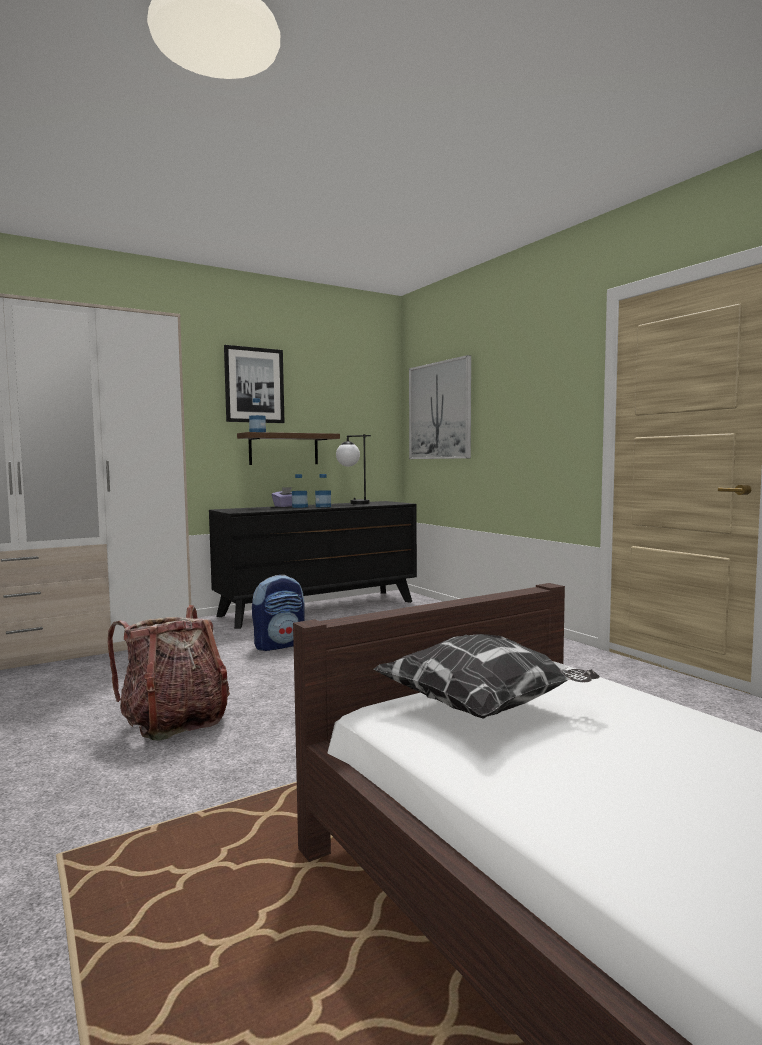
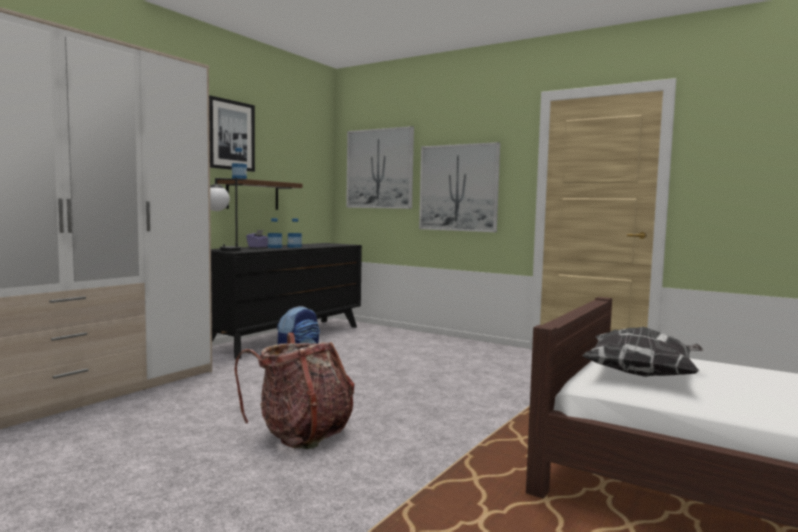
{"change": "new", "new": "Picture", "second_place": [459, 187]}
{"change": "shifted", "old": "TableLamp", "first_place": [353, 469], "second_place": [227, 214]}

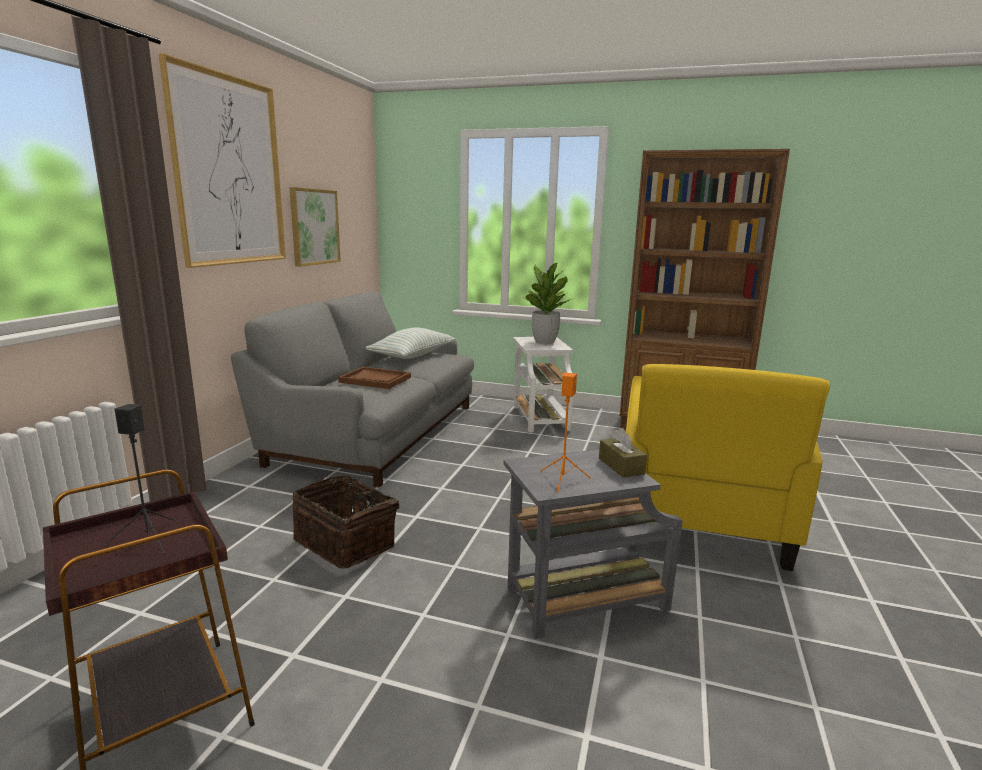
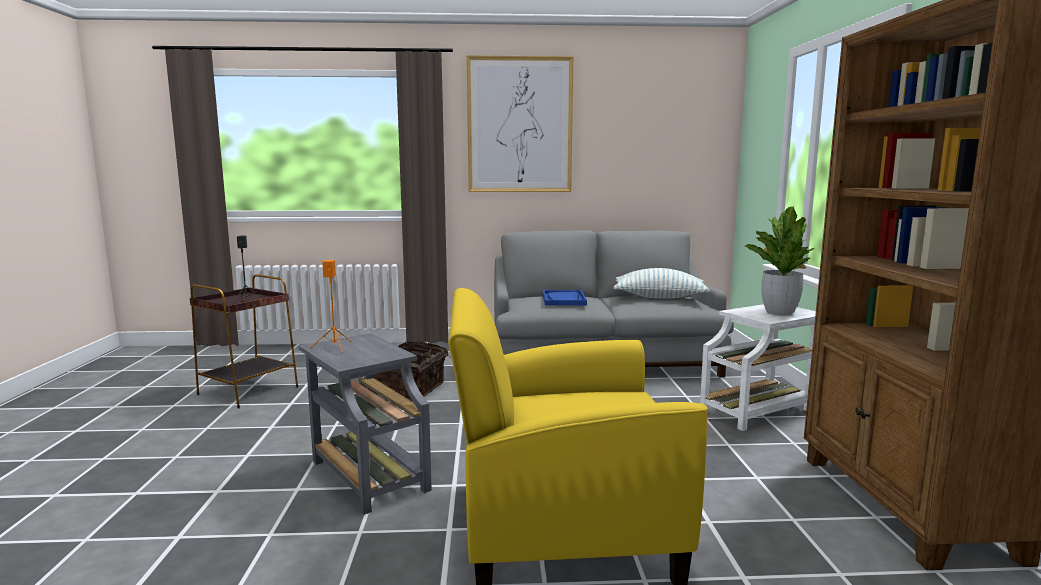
{"change": "gone", "old": "Picture", "first_place": [315, 227]}
{"change": "gone", "old": "BrownTissueBox", "first_place": [623, 453]}
{"change": "repainted", "old": "BrownTray", "new": "BlueTray", "first_place": [374, 378], "second_place": [565, 298]}

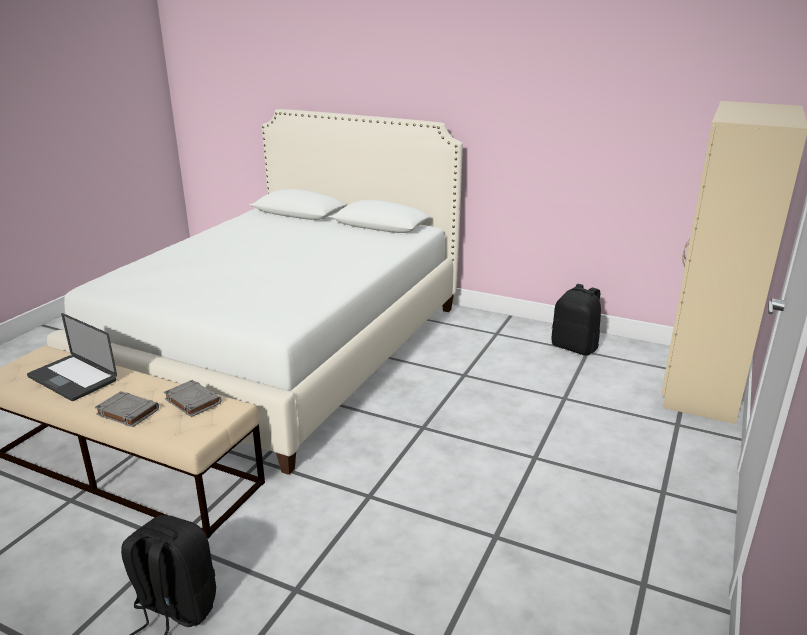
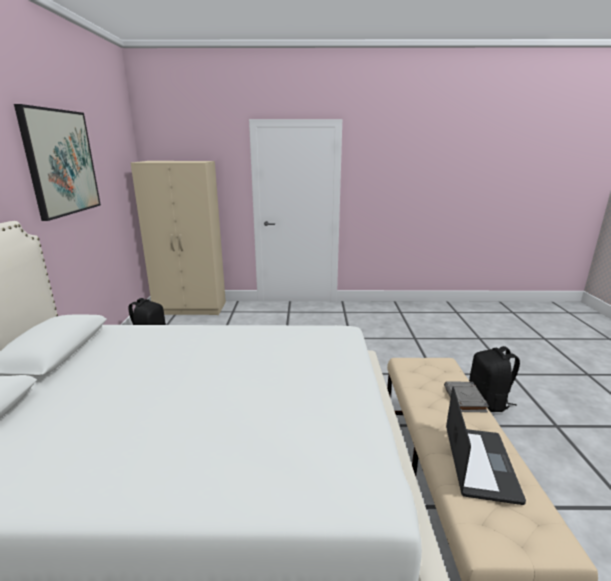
{"change": "gone", "old": "GreyBook", "first_place": [192, 398]}
{"change": "new", "new": "Picture", "second_place": [57, 162]}

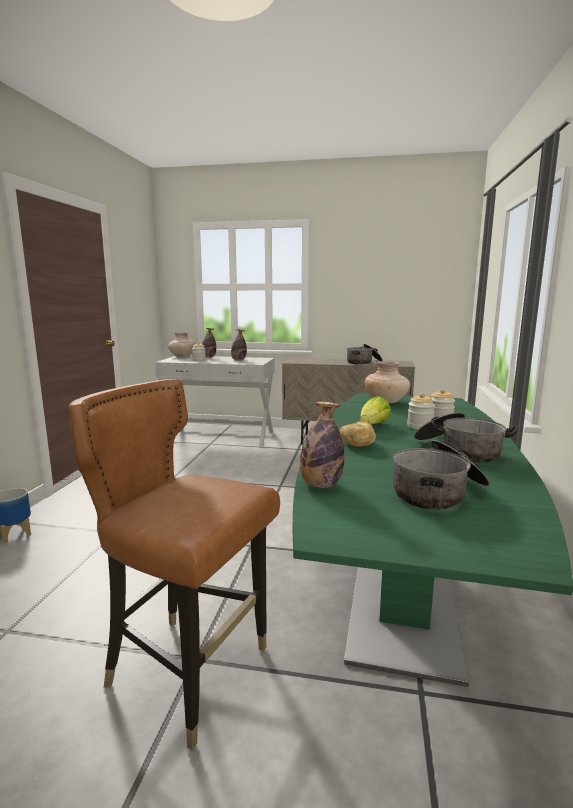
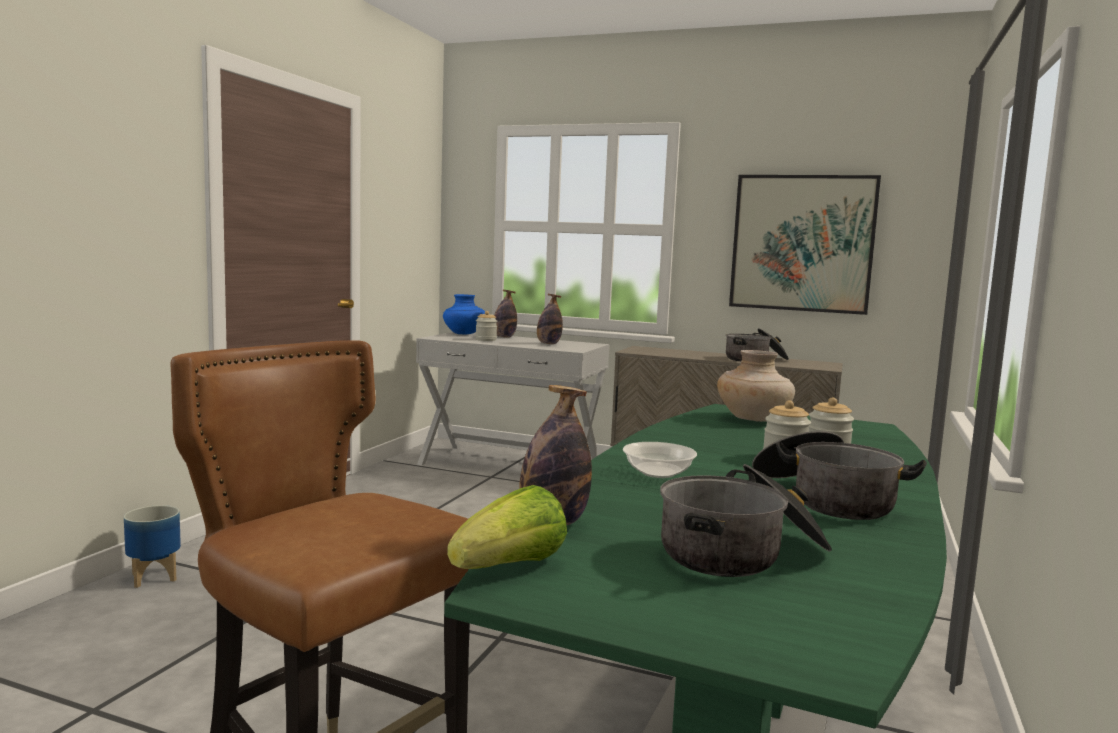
{"change": "new", "new": "Picture", "second_place": [805, 245]}
{"change": "shifted", "old": "Lettuce", "first_place": [375, 410], "second_place": [507, 527]}
{"change": "swapped", "old": "Bread", "new": "Bowl", "first_place": [358, 434], "second_place": [660, 460]}
{"change": "repainted", "old": "BeigeVase", "new": "BlueVase", "first_place": [182, 344], "second_place": [464, 314]}

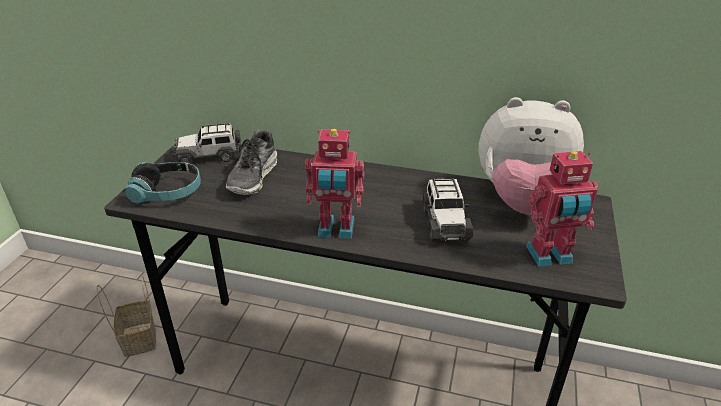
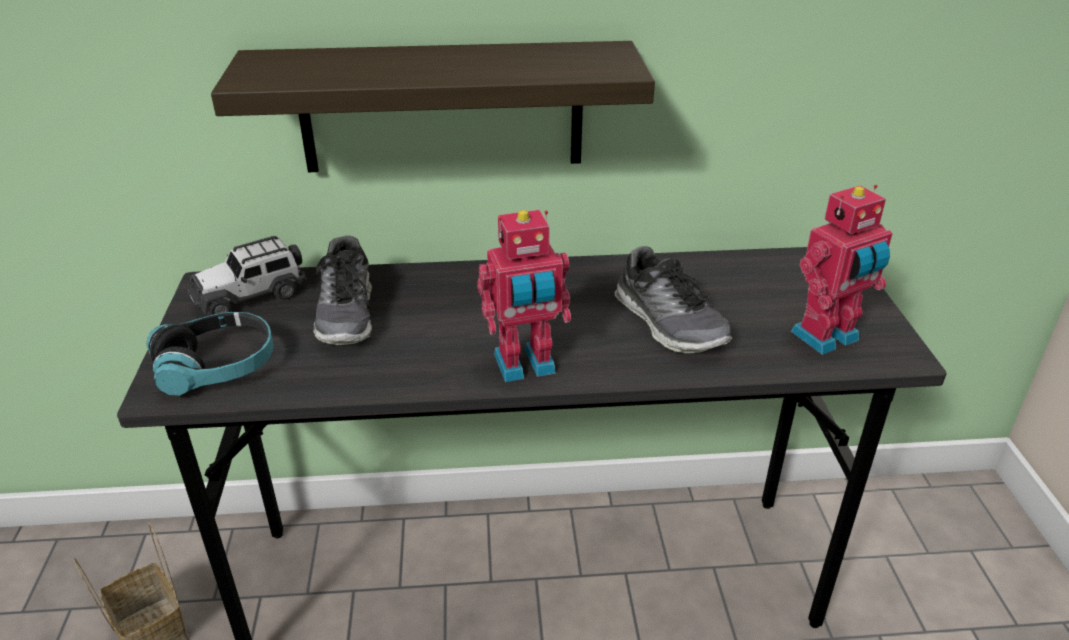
{"change": "gone", "old": "PlushToy", "first_place": [531, 156]}
{"change": "new", "new": "Shelf", "second_place": [433, 106]}
{"change": "swapped", "old": "ToyCar", "new": "Shoe", "first_place": [448, 210], "second_place": [674, 299]}

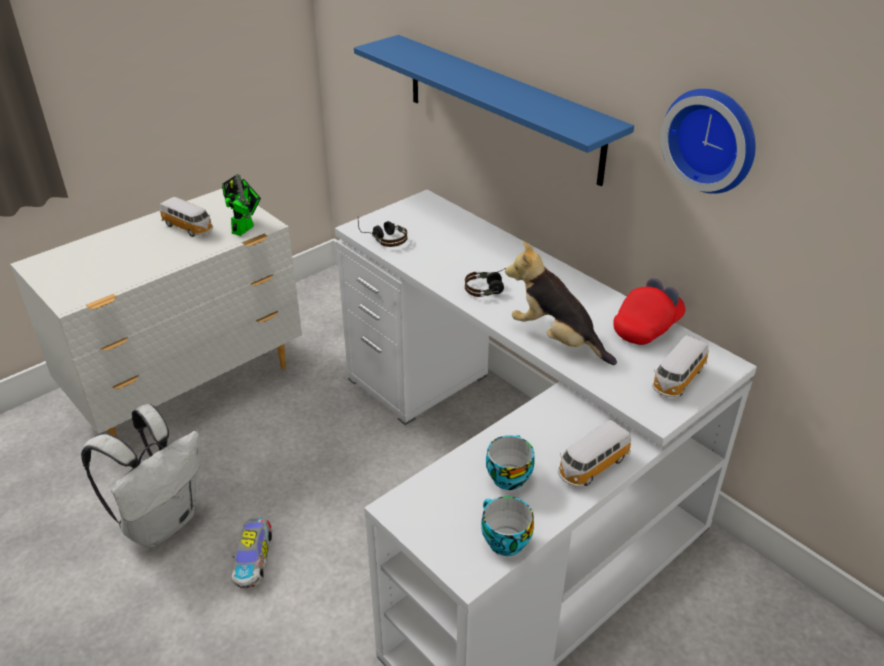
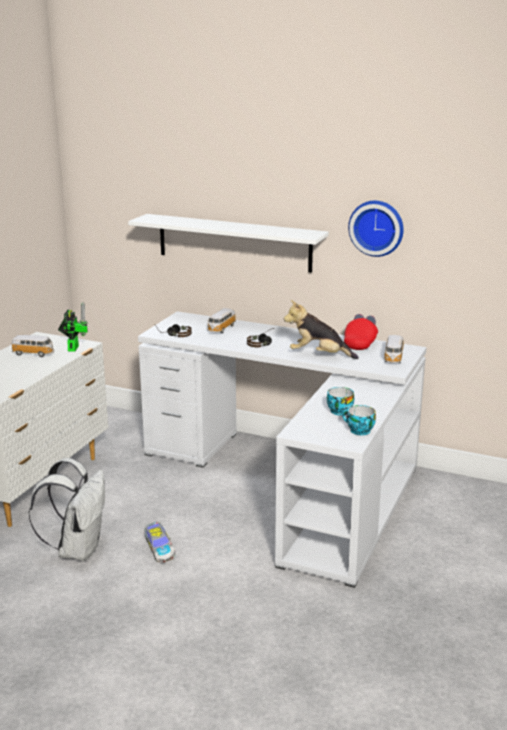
{"change": "shifted", "old": "ToyCar", "first_place": [594, 453], "second_place": [221, 320]}
{"change": "repainted", "old": "BlueShelf", "new": "WhiteShelf", "first_place": [494, 110], "second_place": [228, 243]}

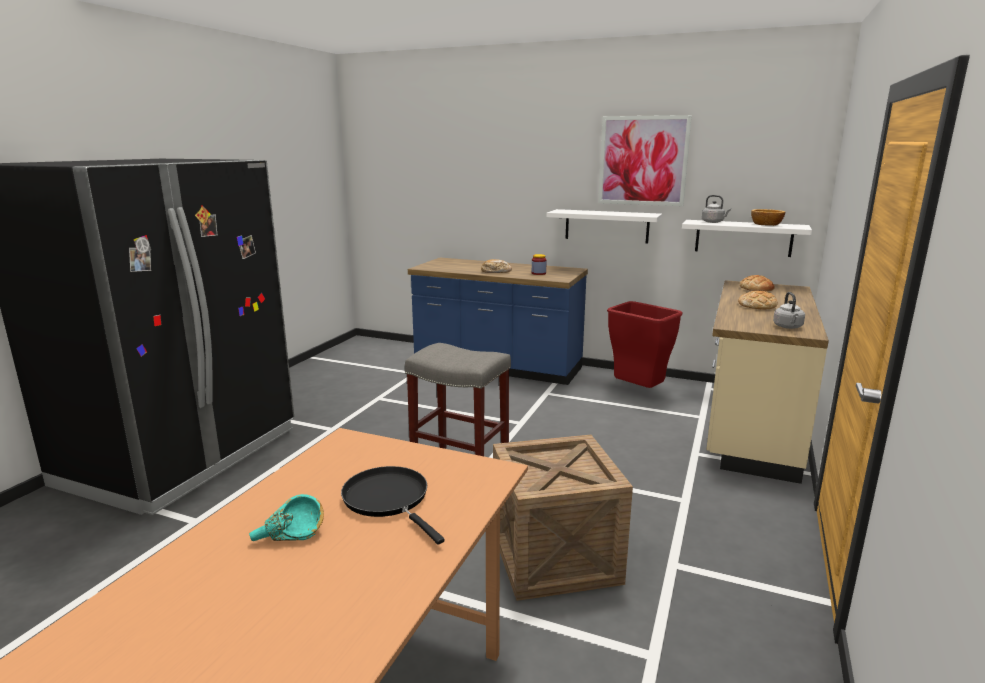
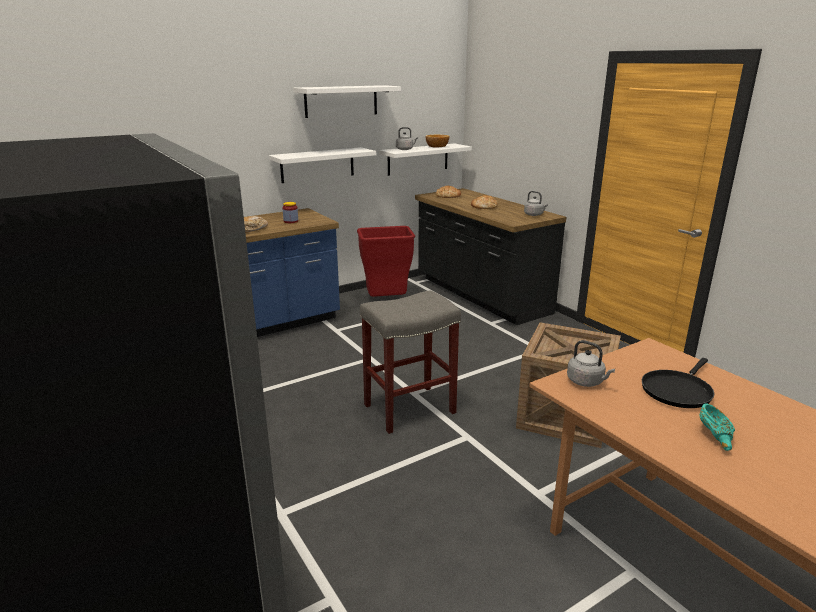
{"change": "new", "new": "GreyKettle", "second_place": [591, 363]}
{"change": "swapped", "old": "Picture", "new": "WhiteShelf", "first_place": [645, 160], "second_place": [347, 101]}
{"change": "repainted", "old": "BeigeCounter", "new": "BlackCounter", "first_place": [767, 382], "second_place": [490, 256]}
{"change": "rotated", "old": "BlackFryingPan", "first_place": [393, 505], "second_place": [678, 383], "degrees": -45}

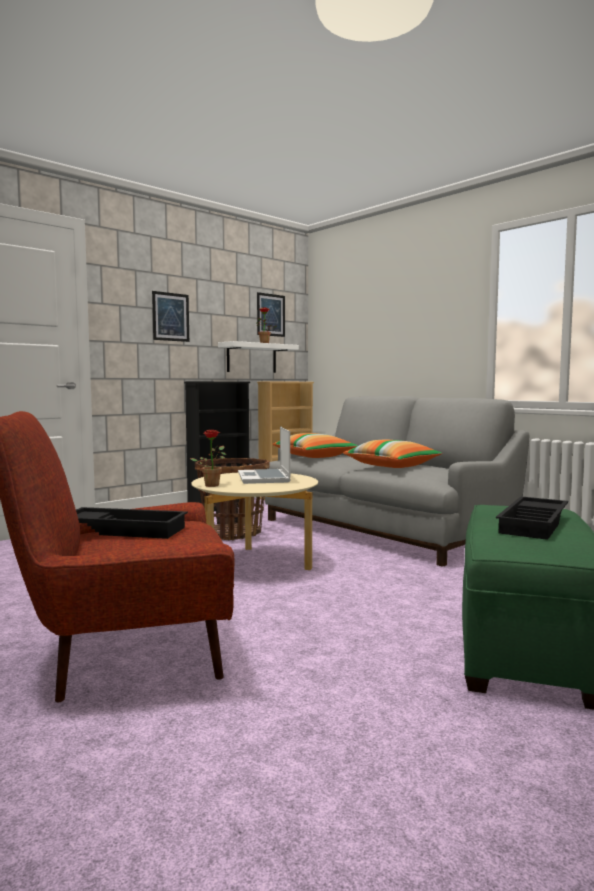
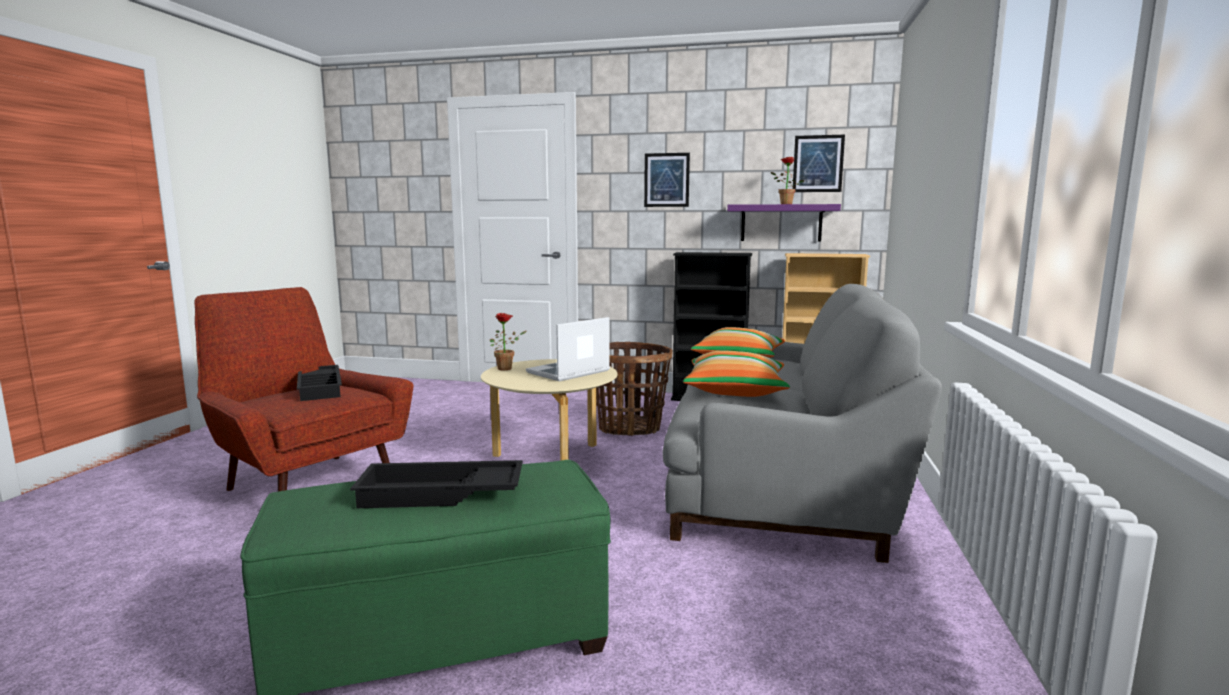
{"change": "repainted", "old": "WhiteShelf", "new": "PurpleShelf", "first_place": [258, 357], "second_place": [784, 222]}

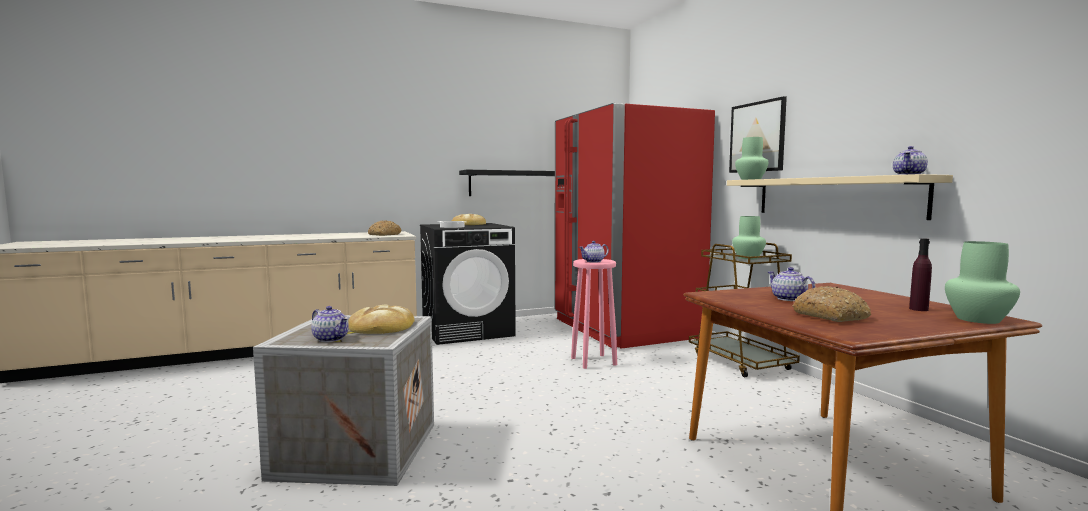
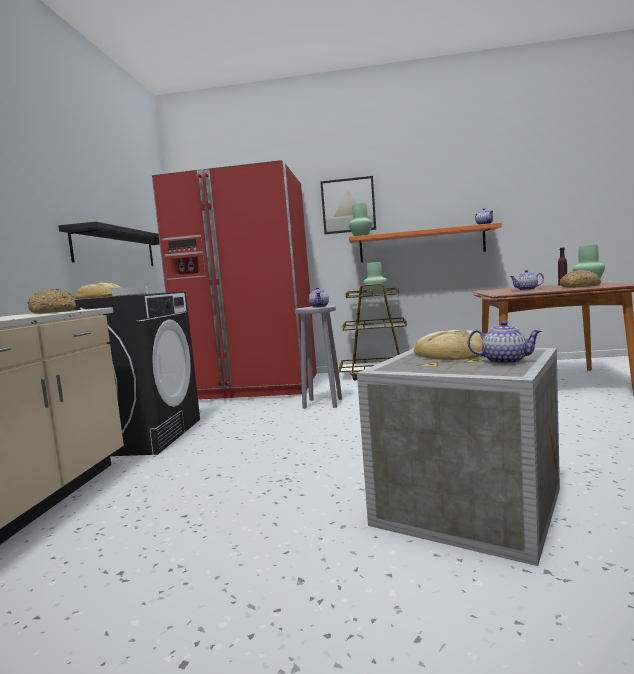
{"change": "repainted", "old": "PinkStool", "new": "GreyStool", "first_place": [594, 314], "second_place": [318, 357]}
{"change": "repainted", "old": "BeigeShelf", "new": "OrangeShelf", "first_place": [840, 197], "second_place": [425, 242]}
{"change": "rotated", "old": "Teapot", "first_place": [330, 324], "second_place": [504, 342], "degrees": 45}

